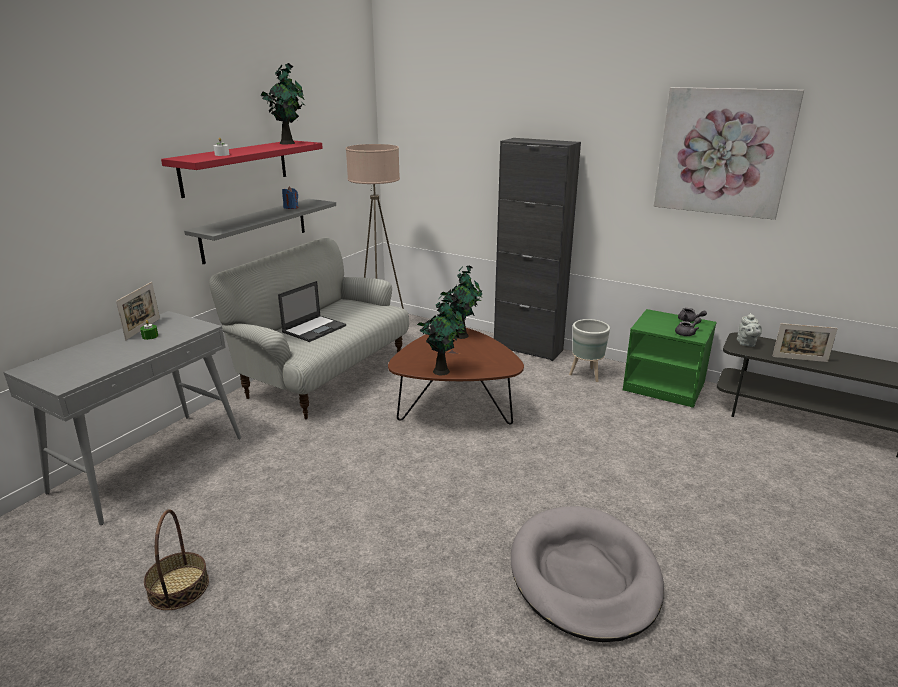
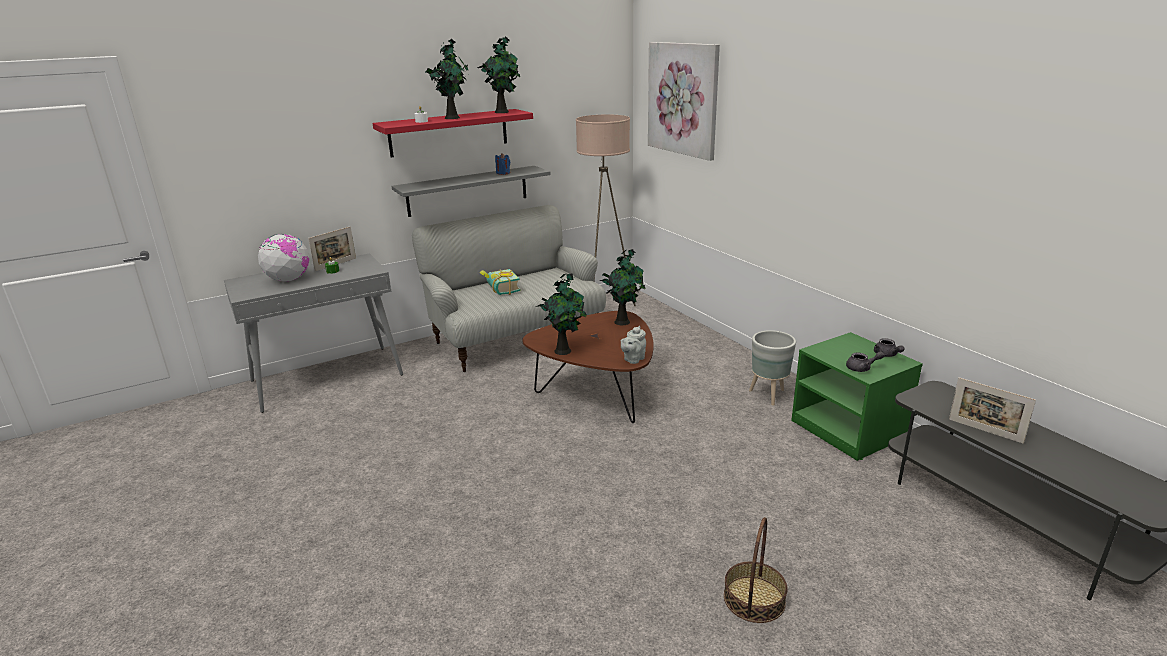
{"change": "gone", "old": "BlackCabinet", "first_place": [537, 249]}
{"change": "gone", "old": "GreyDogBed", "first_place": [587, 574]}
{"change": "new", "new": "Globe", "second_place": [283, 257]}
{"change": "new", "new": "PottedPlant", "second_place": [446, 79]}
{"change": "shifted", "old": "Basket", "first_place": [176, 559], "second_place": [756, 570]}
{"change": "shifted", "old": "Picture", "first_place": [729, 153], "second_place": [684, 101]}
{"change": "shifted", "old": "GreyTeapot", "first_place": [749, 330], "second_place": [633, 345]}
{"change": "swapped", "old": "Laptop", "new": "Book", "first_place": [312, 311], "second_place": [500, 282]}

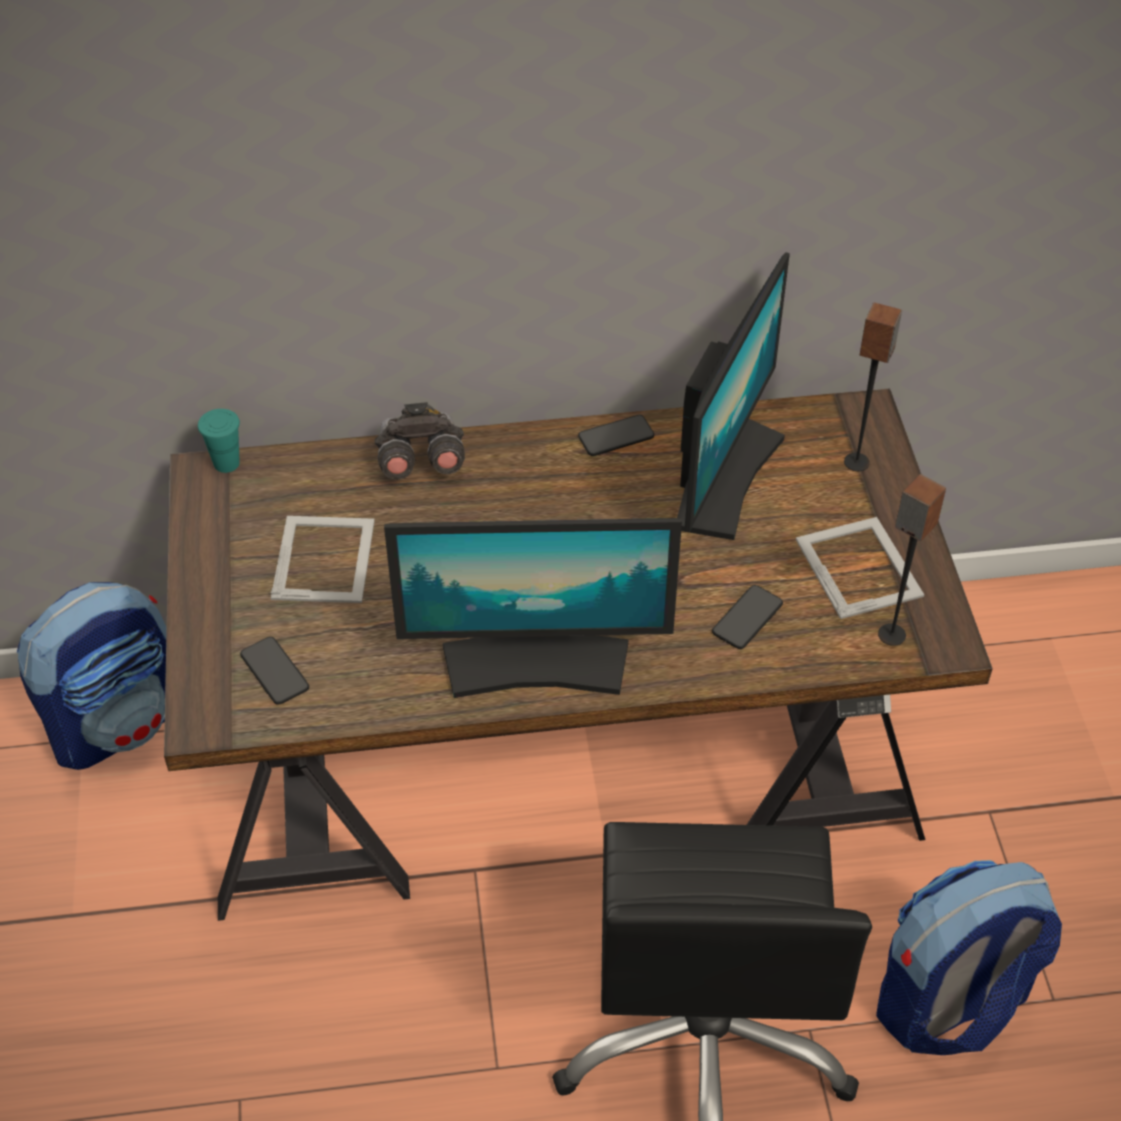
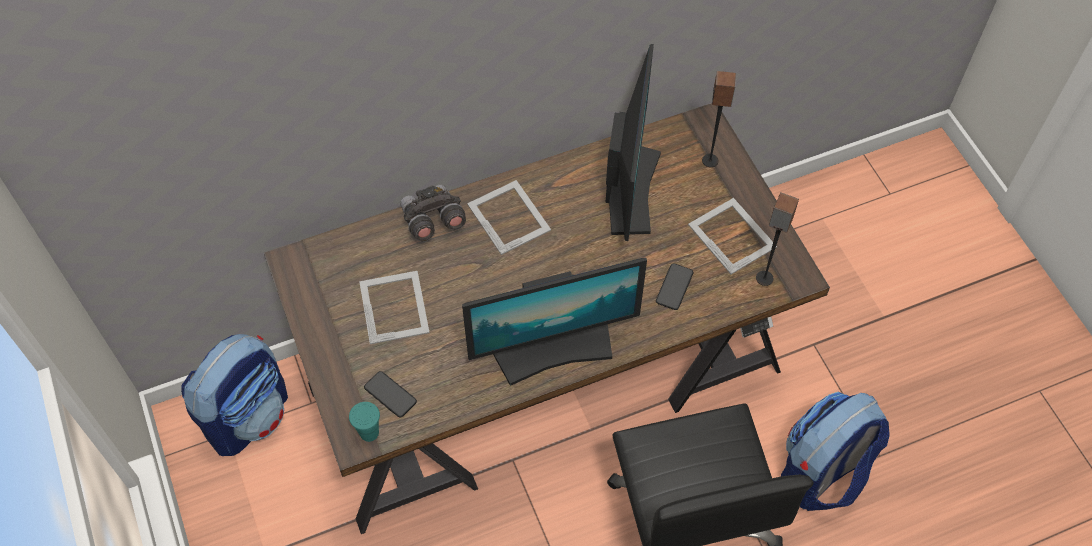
{"change": "gone", "old": "Phone", "first_place": [616, 435]}
{"change": "new", "new": "PictureFrame", "second_place": [509, 217]}
{"change": "shifted", "old": "TurquoiseCup", "first_place": [219, 441], "second_place": [364, 422]}

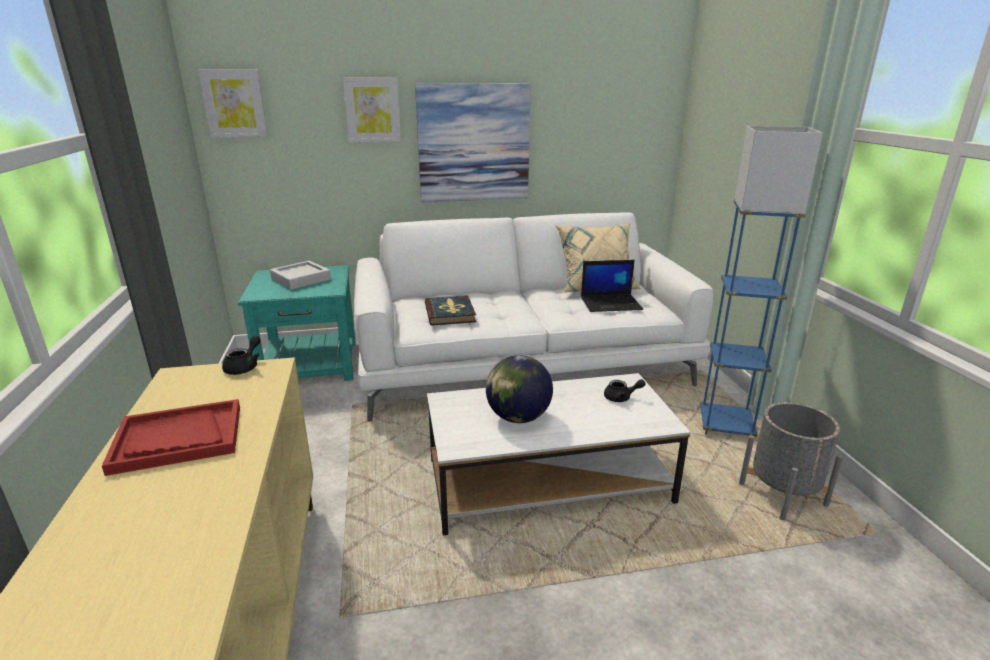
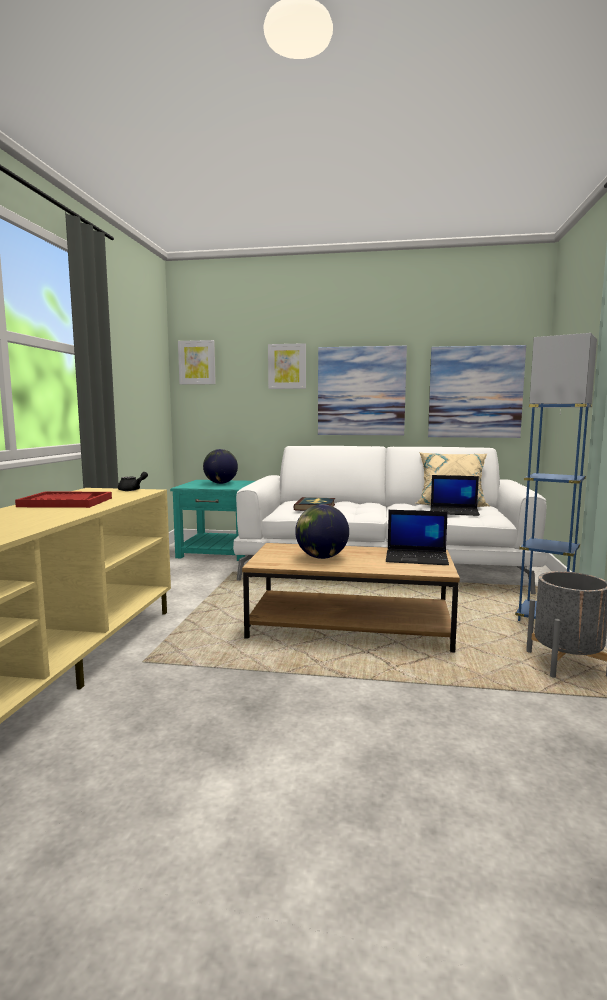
{"change": "new", "new": "Picture", "second_place": [477, 391]}
{"change": "swapped", "old": "GreyTray", "new": "Globe", "first_place": [300, 275], "second_place": [220, 466]}
{"change": "swapped", "old": "BlackTeapot", "new": "Laptop", "first_place": [625, 390], "second_place": [417, 537]}
{"change": "repainted", "old": "WhiteCoffeeTable", "new": "BrownCoffeeTable", "first_place": [558, 454], "second_place": [351, 598]}

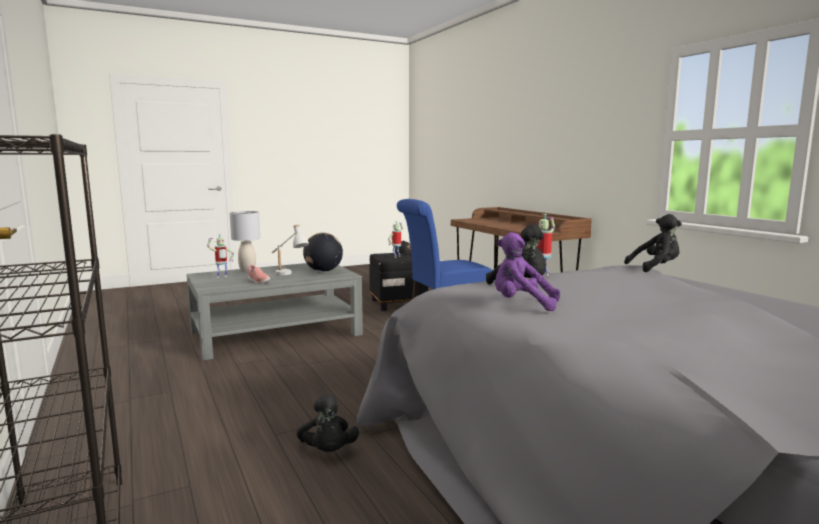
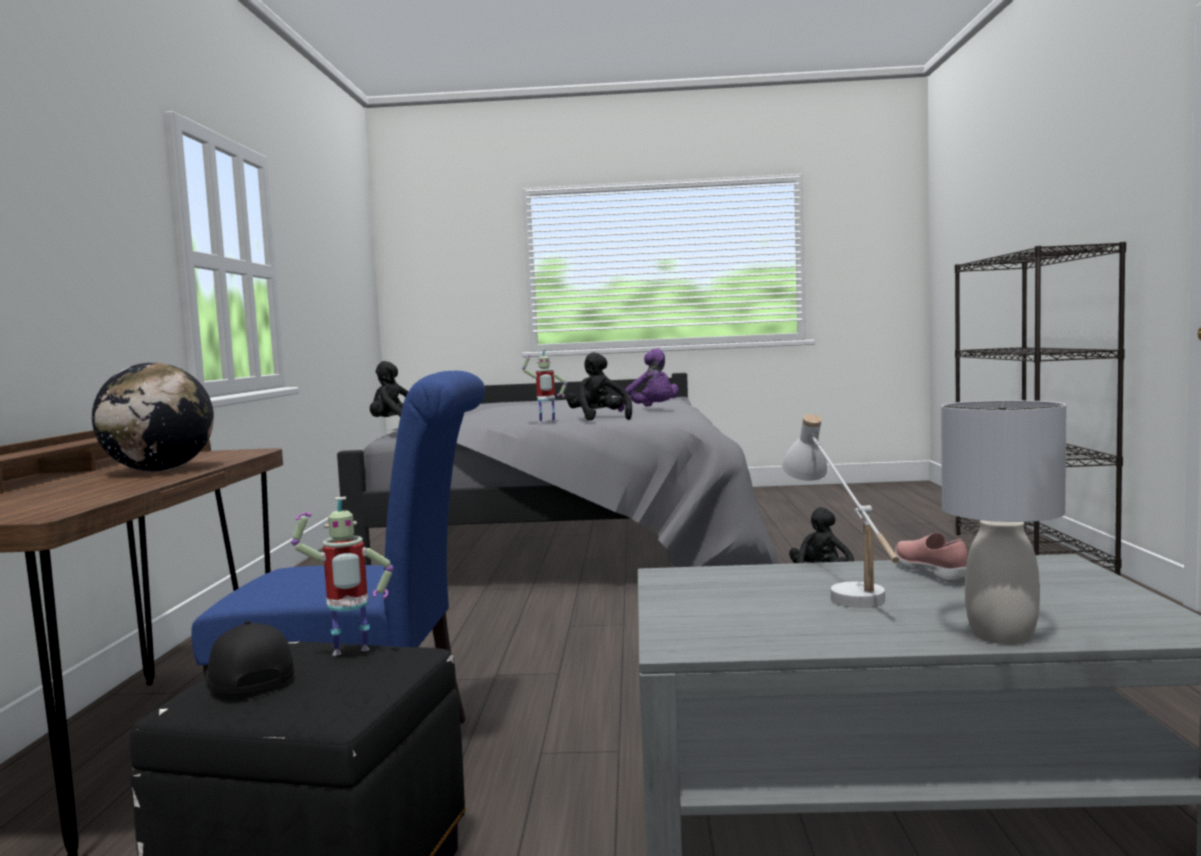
{"change": "gone", "old": "ToyRobot", "first_place": [220, 256]}
{"change": "shifted", "old": "Globe", "first_place": [323, 252], "second_place": [153, 417]}

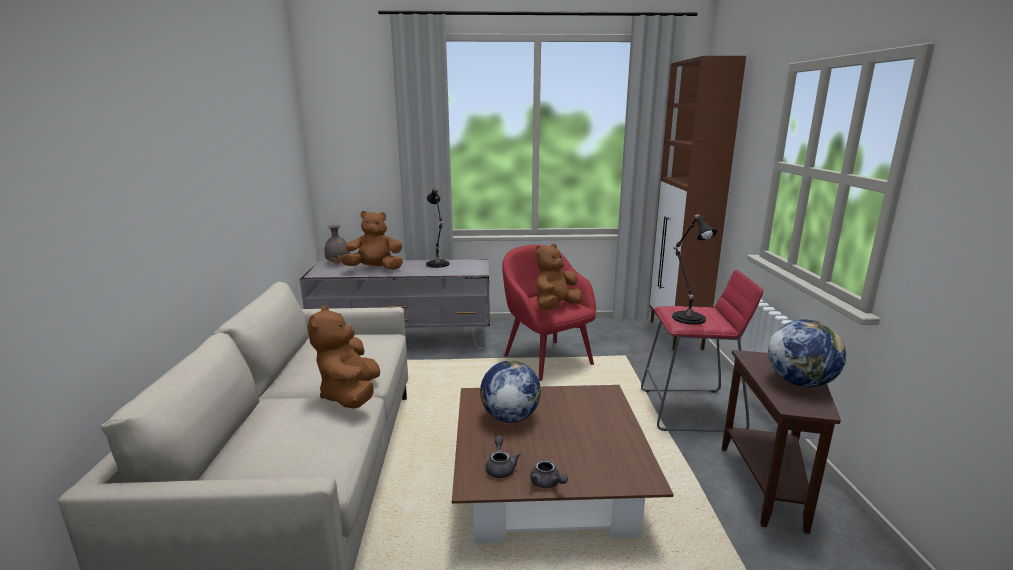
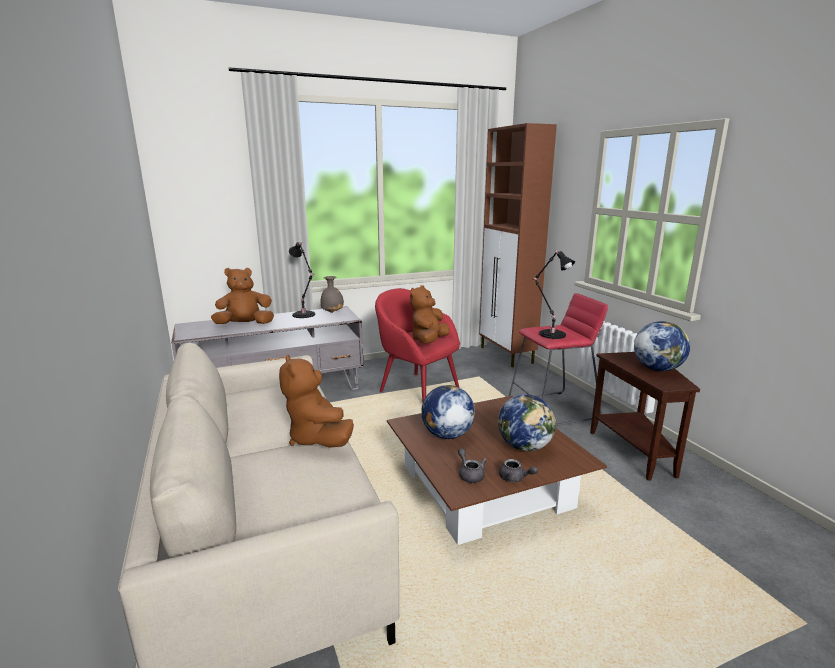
{"change": "new", "new": "Globe", "second_place": [527, 422]}
{"change": "shifted", "old": "GreyVase", "first_place": [337, 244], "second_place": [332, 294]}

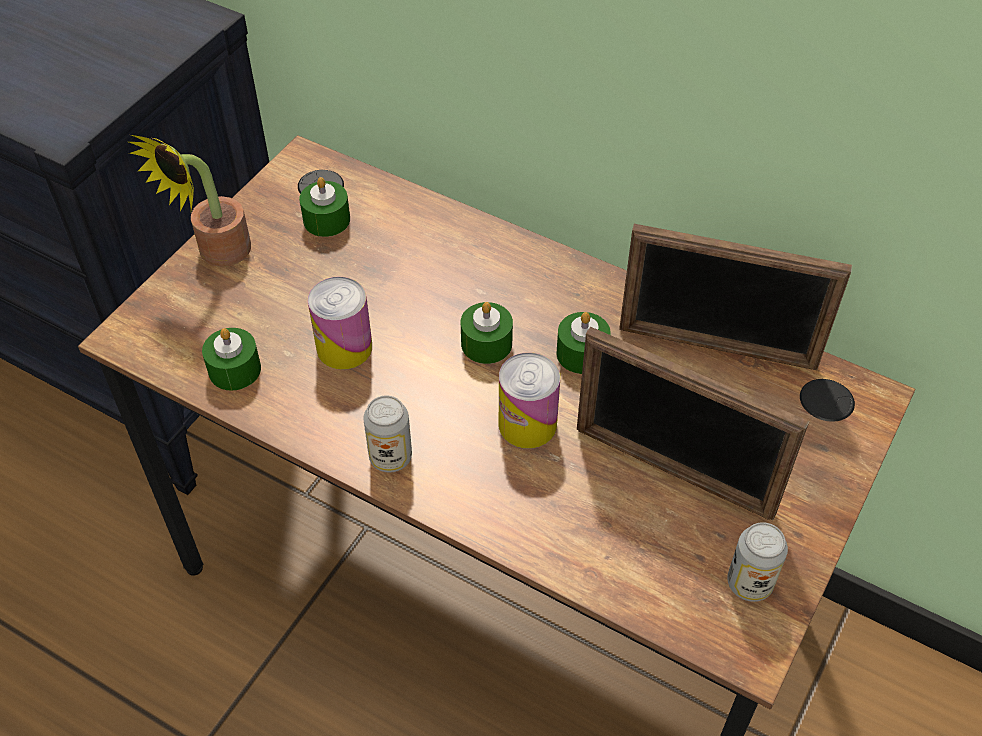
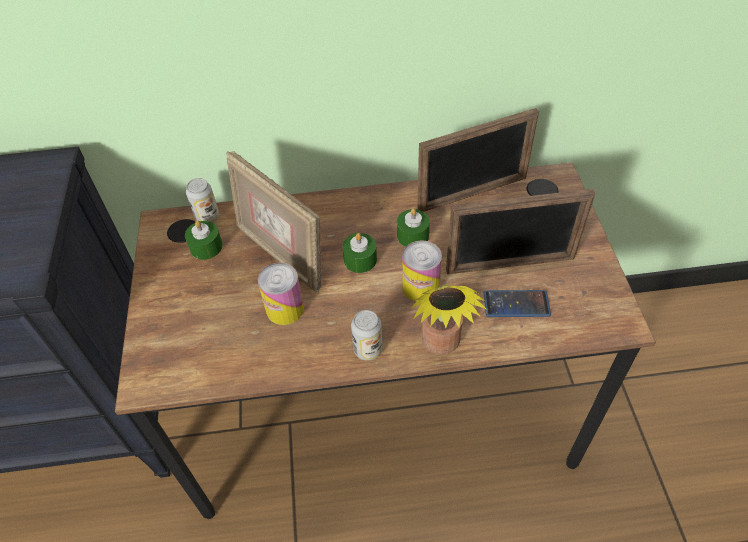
{"change": "gone", "old": "GreenCandle", "first_place": [231, 359]}
{"change": "new", "new": "PictureFrame", "second_place": [273, 221]}
{"change": "new", "new": "Phone", "second_place": [517, 303]}
{"change": "shifted", "old": "PottedPlant", "first_place": [190, 201], "second_place": [448, 319]}
{"change": "shifted", "old": "Can", "first_place": [757, 562], "second_place": [202, 200]}

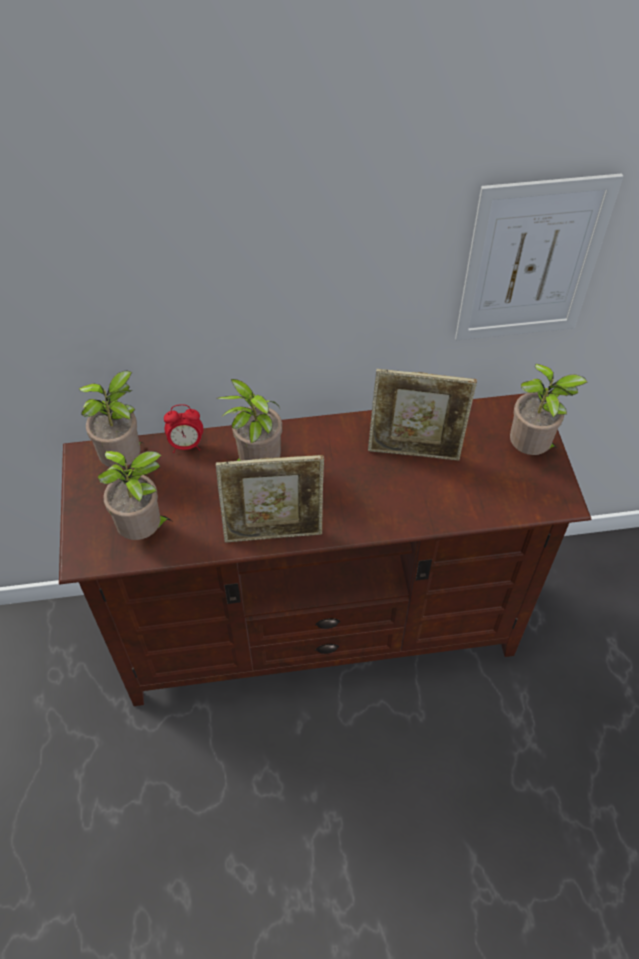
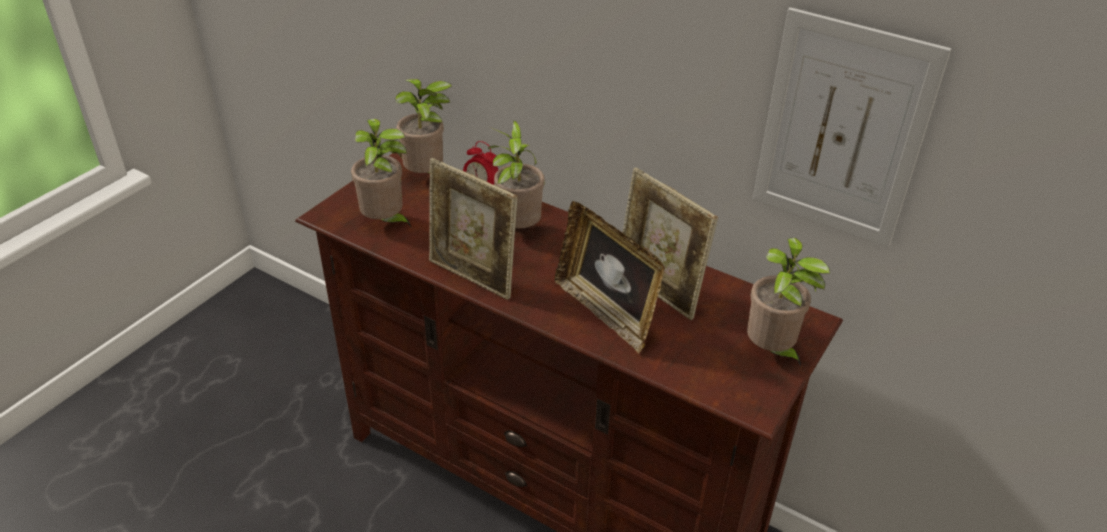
{"change": "new", "new": "PictureFrame", "second_place": [610, 277]}

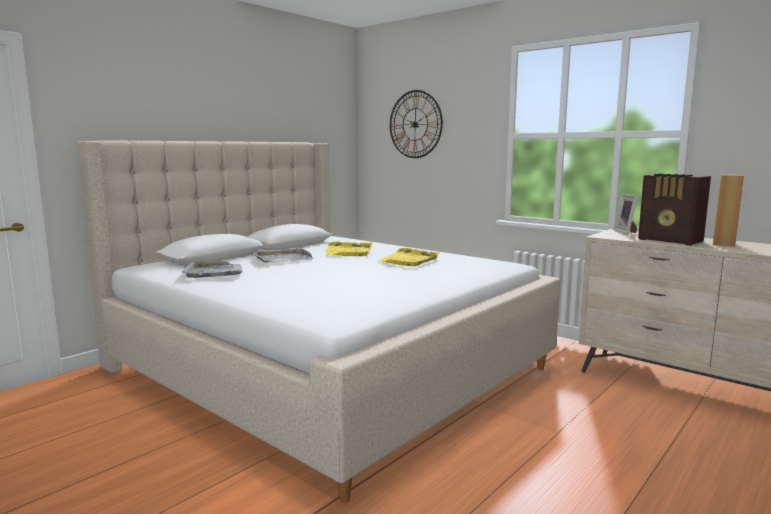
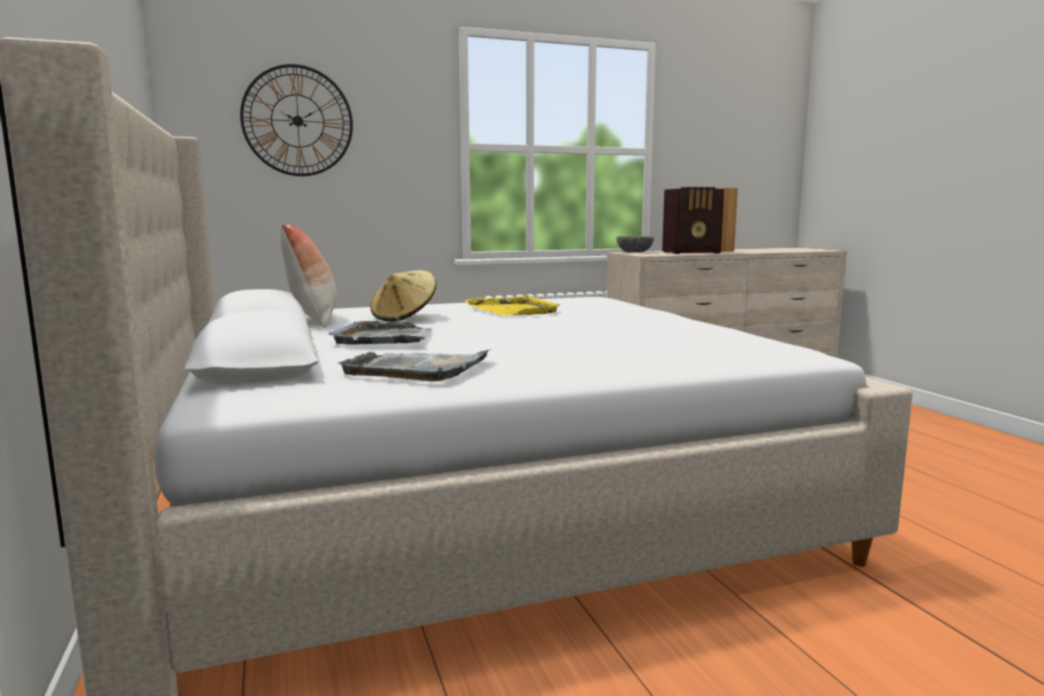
{"change": "new", "new": "Pillow", "second_place": [308, 275]}
{"change": "swapped", "old": "YellowTray", "new": "BeigeHat", "first_place": [349, 248], "second_place": [403, 295]}
{"change": "swapped", "old": "PictureFrame", "new": "GreyBowl", "first_place": [625, 214], "second_place": [635, 244]}

